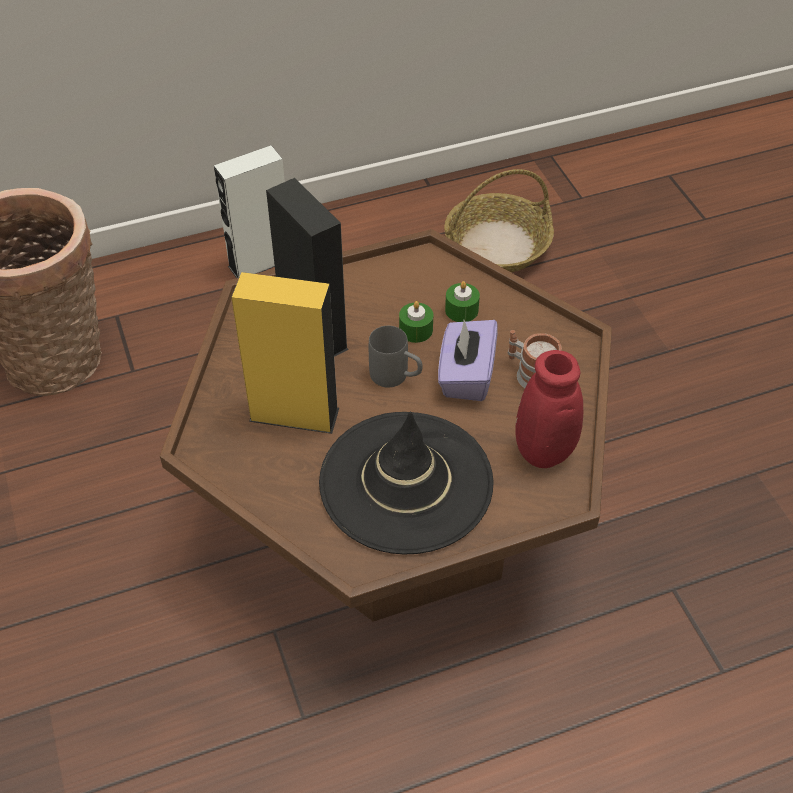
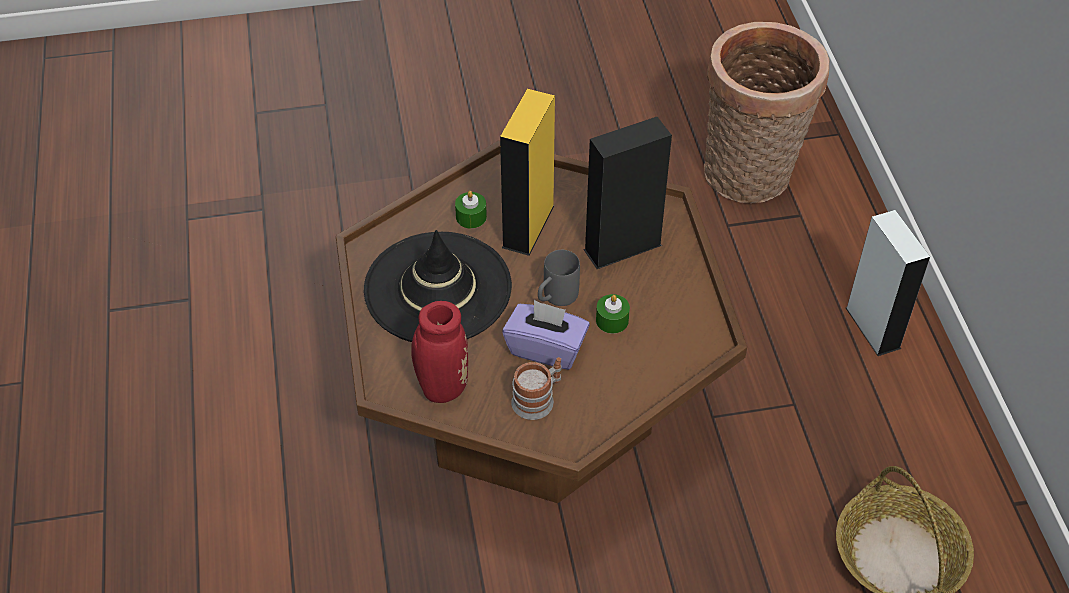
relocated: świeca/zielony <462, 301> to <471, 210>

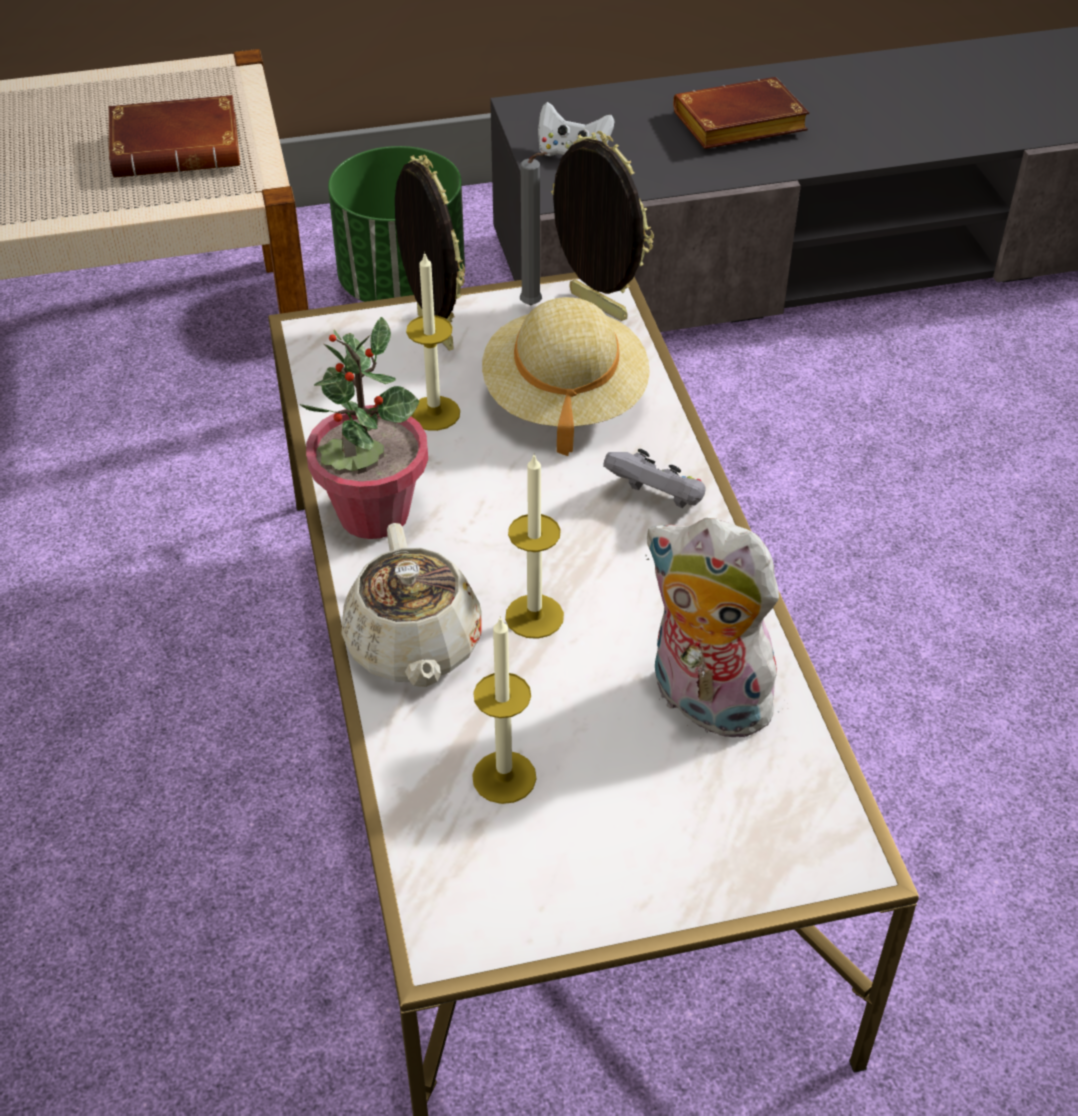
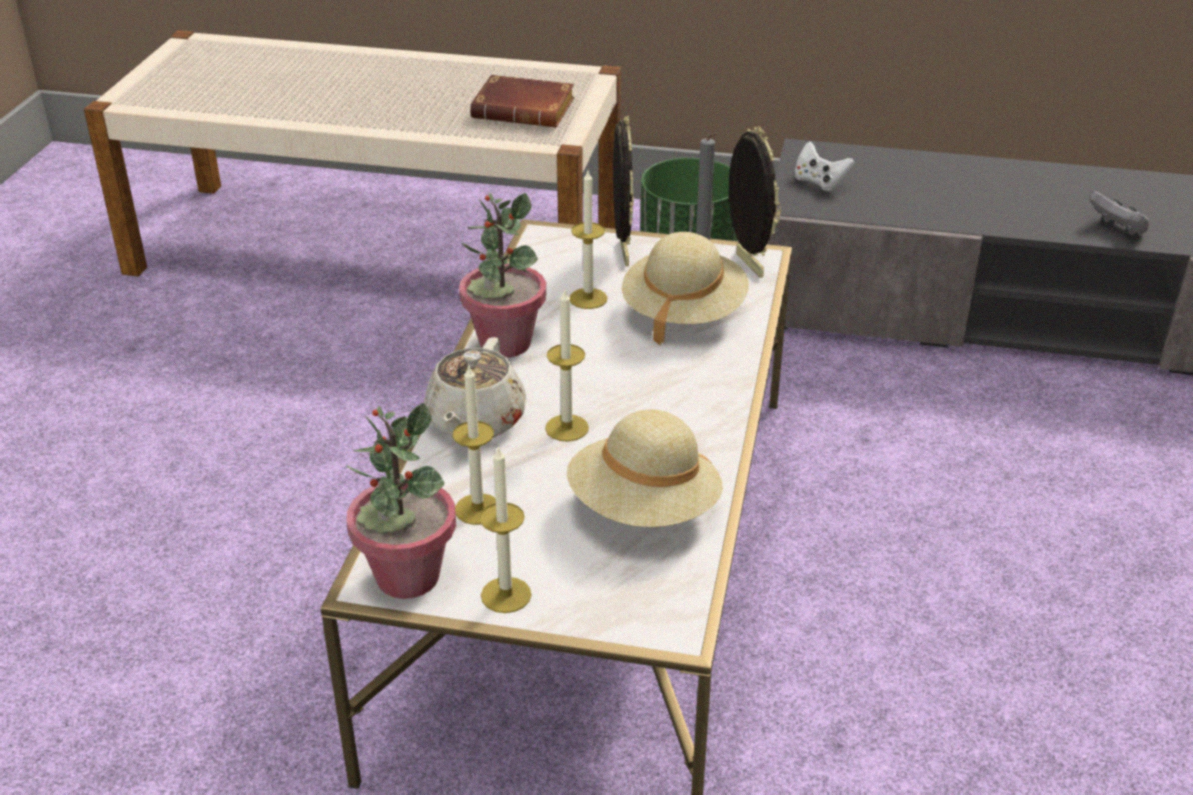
missing: książka/brązowy <741, 113>
appeared: roślina doniczkowa <400, 501>; świeca <506, 529>
relocated: pad do gier/szary <654, 478> to <1119, 213>
exchanged: pluszak <717, 628> to kapelusz/beżowy <645, 468>

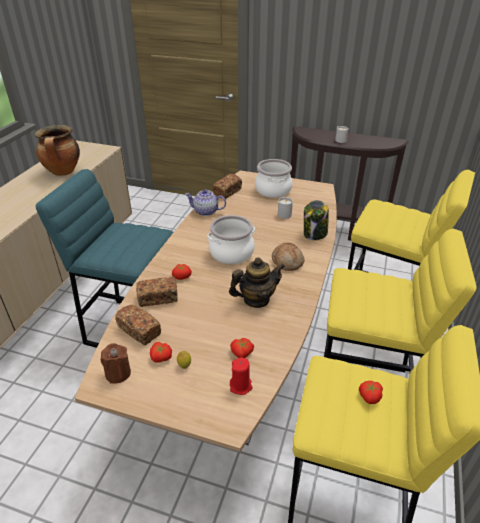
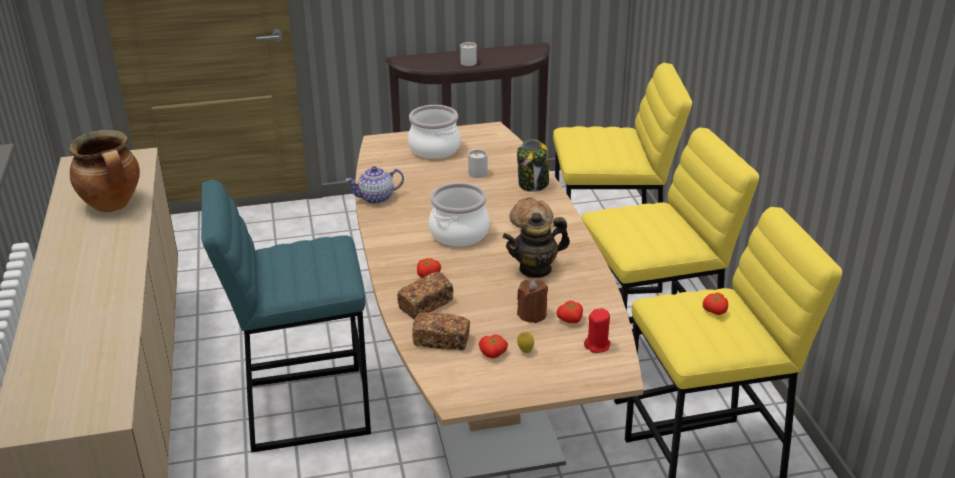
missing: chleb <227, 186>
relocated: świeca/brązowy <115, 363> to <532, 301>
spun: imbryk <257, 282> = <536, 245> 150 degrees counterclockwise

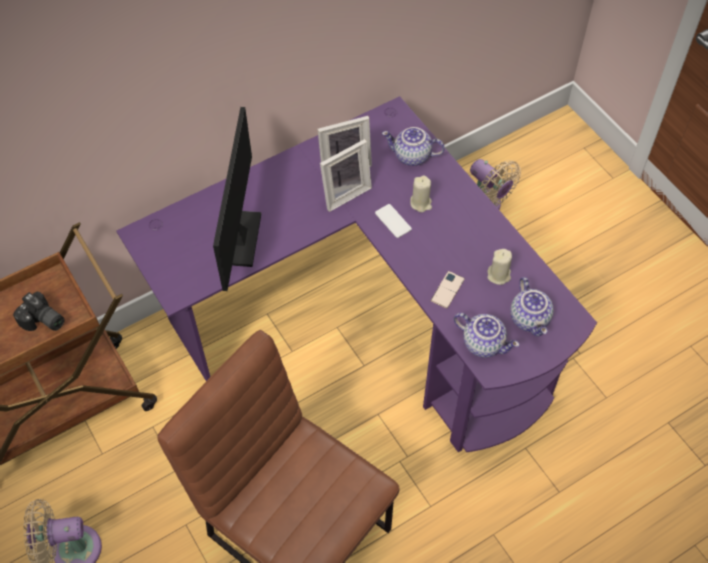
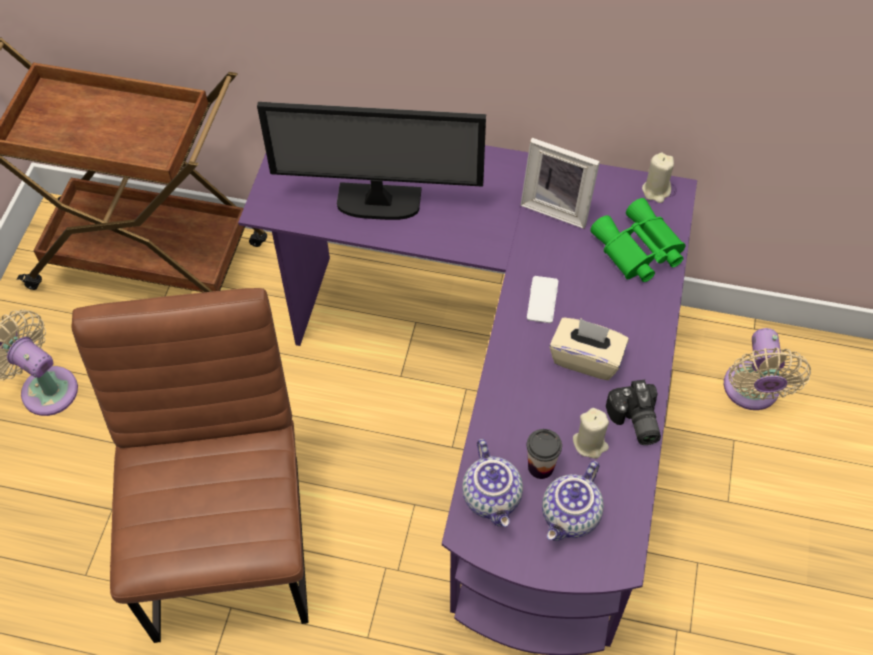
missing: ramka na zdjęcie <346, 175>; telefon <448, 290>
appeared: filiżanka <544, 454>; pudełko chusteczek/beżowy <589, 349>
relocated: aparat fotograficzny <39, 311> to <633, 412>; świeca/beżowy <421, 194> to <658, 178>
exchanged: imbryk <413, 146> to lornetka/zielony <638, 240>
spun: monitor <237, 199> = <371, 161> 135 degrees counterclockwise

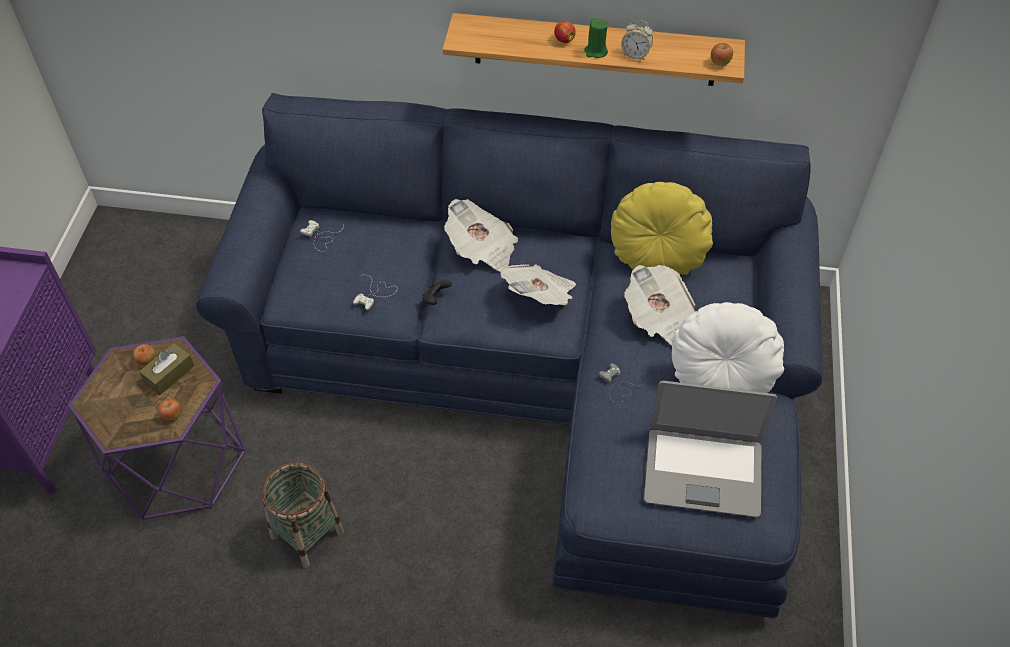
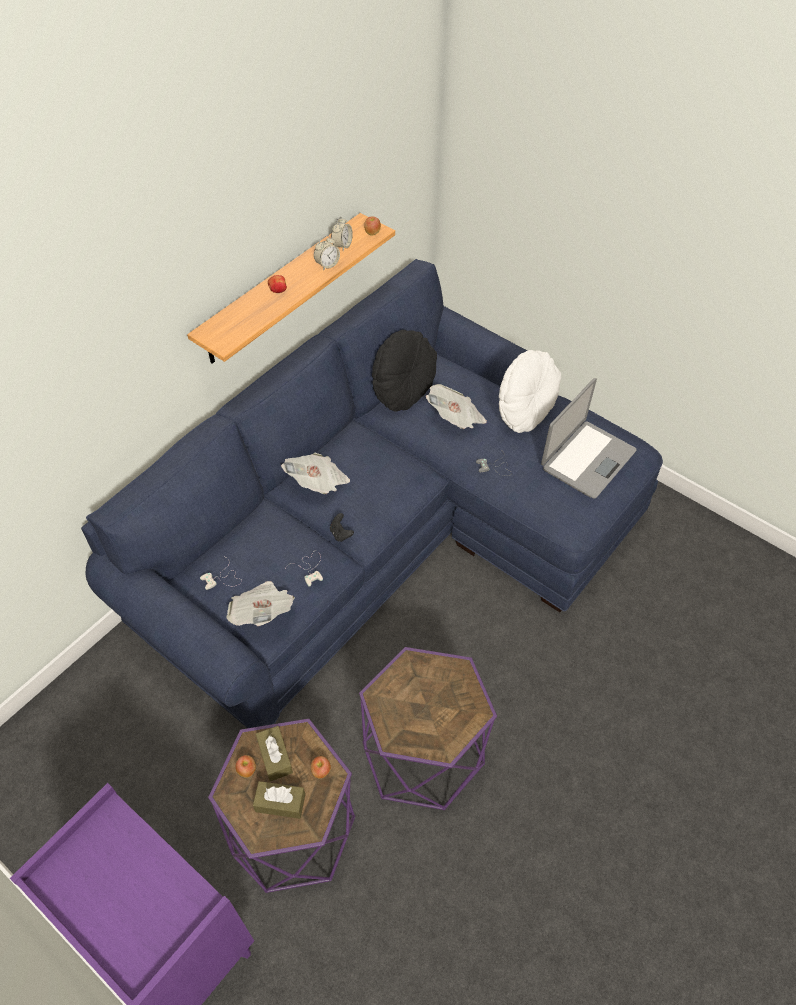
missing: świeca/zielony <596, 38>
appeared: pudełko chusteczek/brązowy <279, 800>; budzik <342, 233>
relocated: gazeta <538, 285> to <260, 603>
exchanged: koszyk <303, 515> to stolik/fioletowy <428, 728>
colour: poduszka/żółty <662, 228> to poduszka/czarny <404, 371>

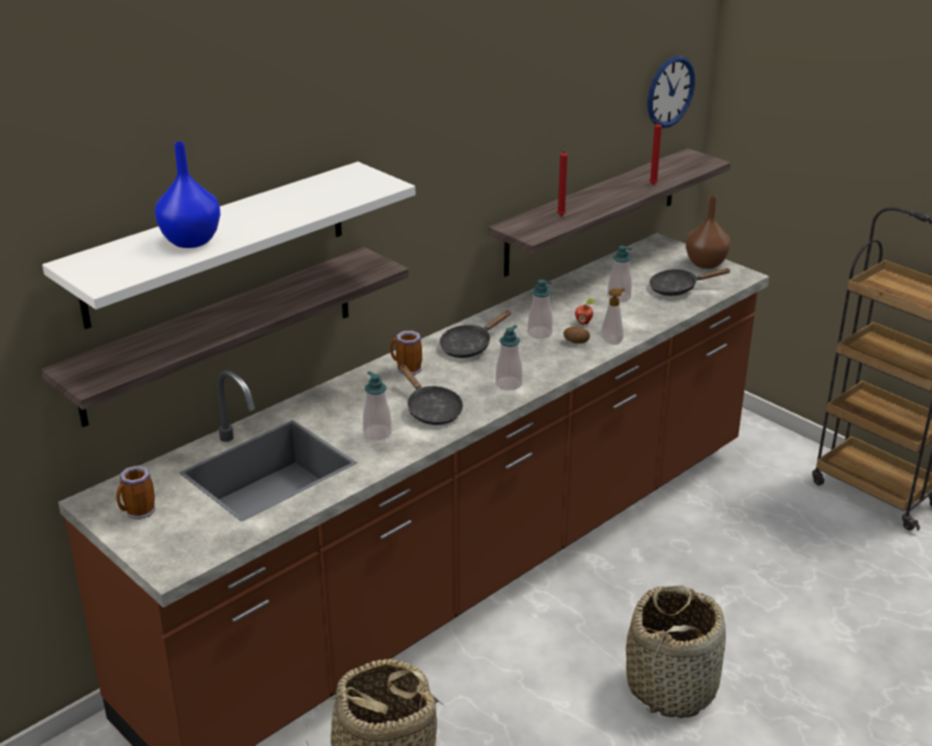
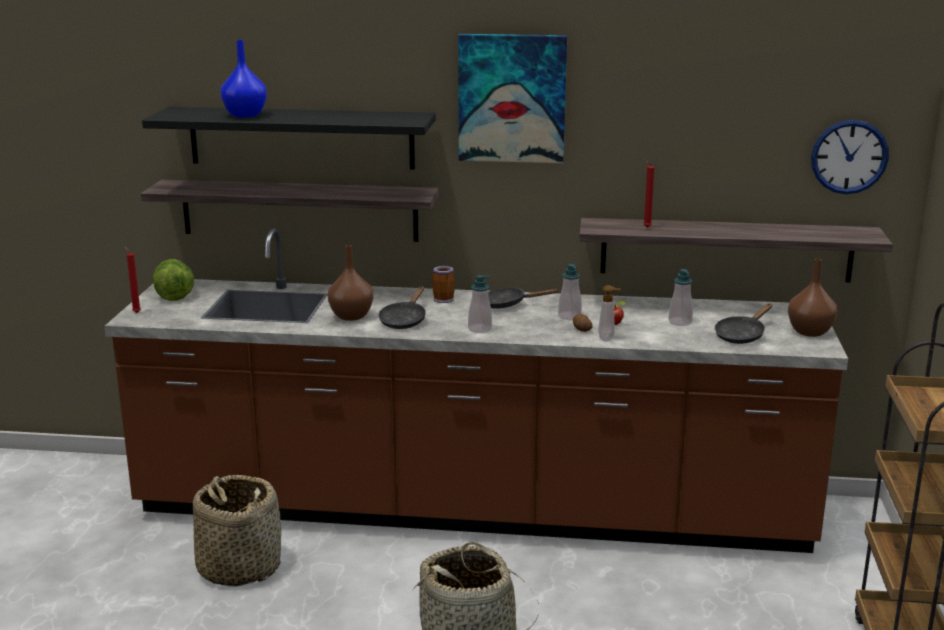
appeared: obraz <512, 98>
relocated: świeca/czerwony <655, 152> to <132, 279>
exchanged: kubek <136, 492> to sałata <173, 280>; dozownik mydła <377, 405> to wazon/brązowy <350, 283>
colour: półka/biały <228, 245> to półka/czarny <289, 138>
spun: patelnia/czarny <689, 282> = <743, 323> 90 degrees counterclockwise

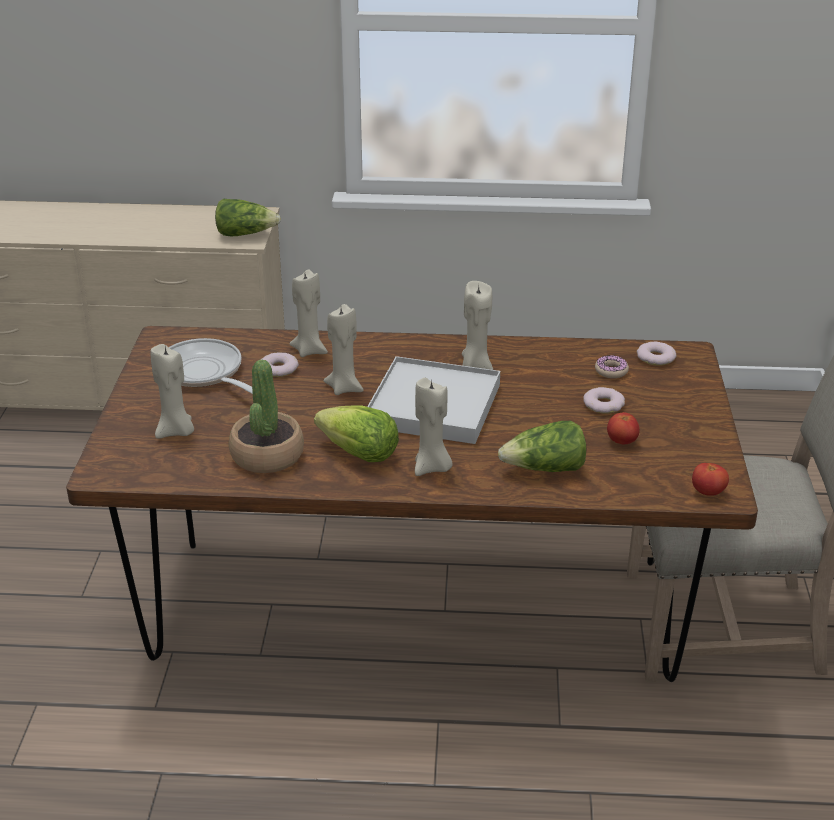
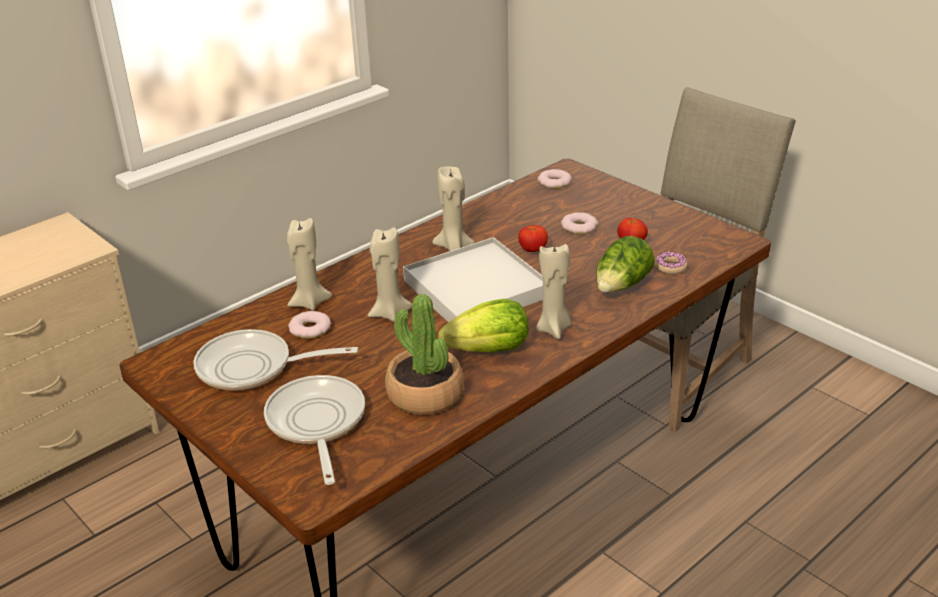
missing: sałata <248, 217>
relocated: pomidor <710, 479> to <533, 238>; donut <612, 366> to <671, 263>
exchanged: świeca/beżowy <172, 391> to patelnia <314, 430>

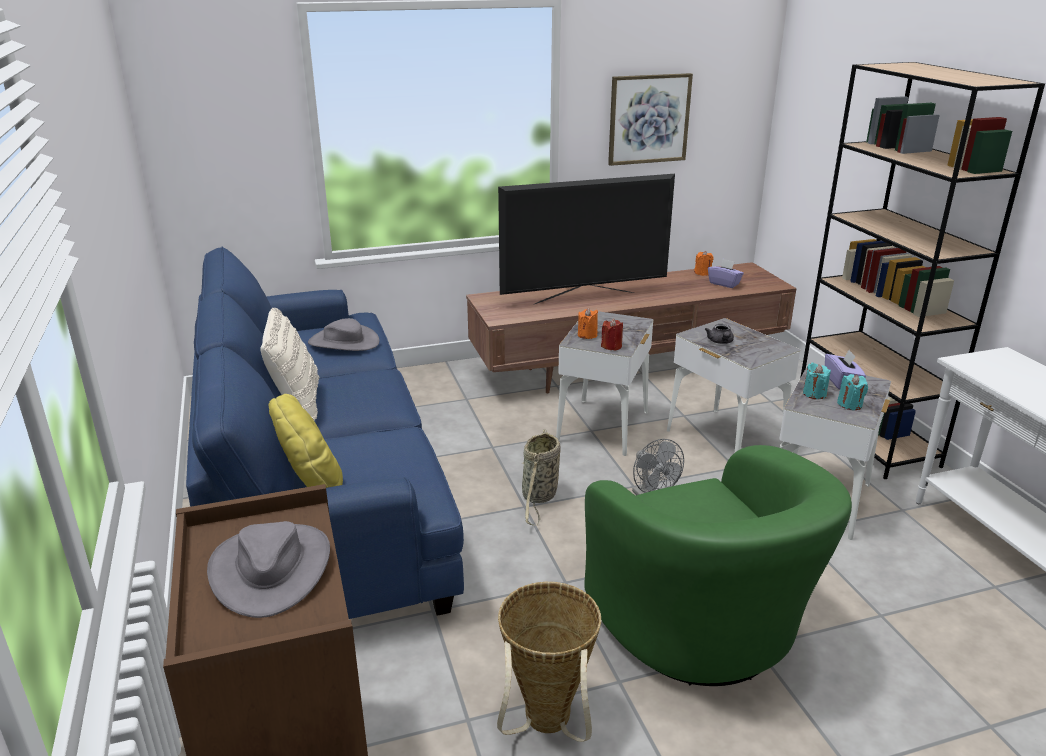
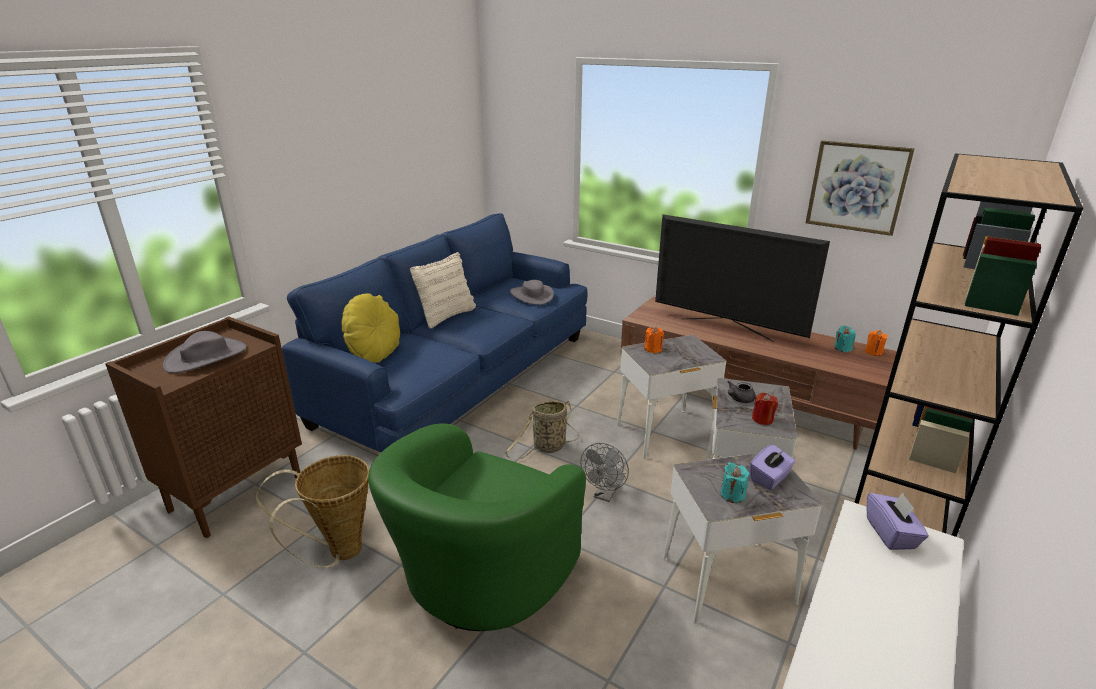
relocated: świeca/czerwony <612, 335> to <765, 408>; świeca/turkusowy <817, 381> to <845, 339>; pudełko chusteczek/fioletowy <726, 273> to <898, 521>

